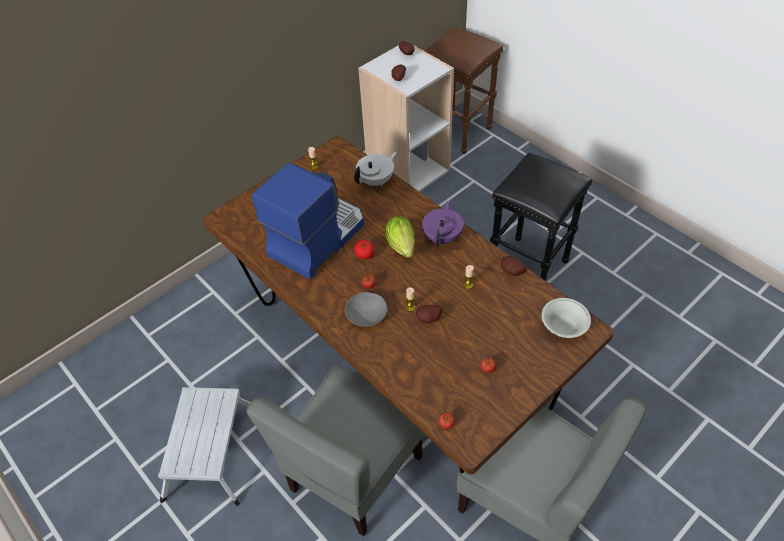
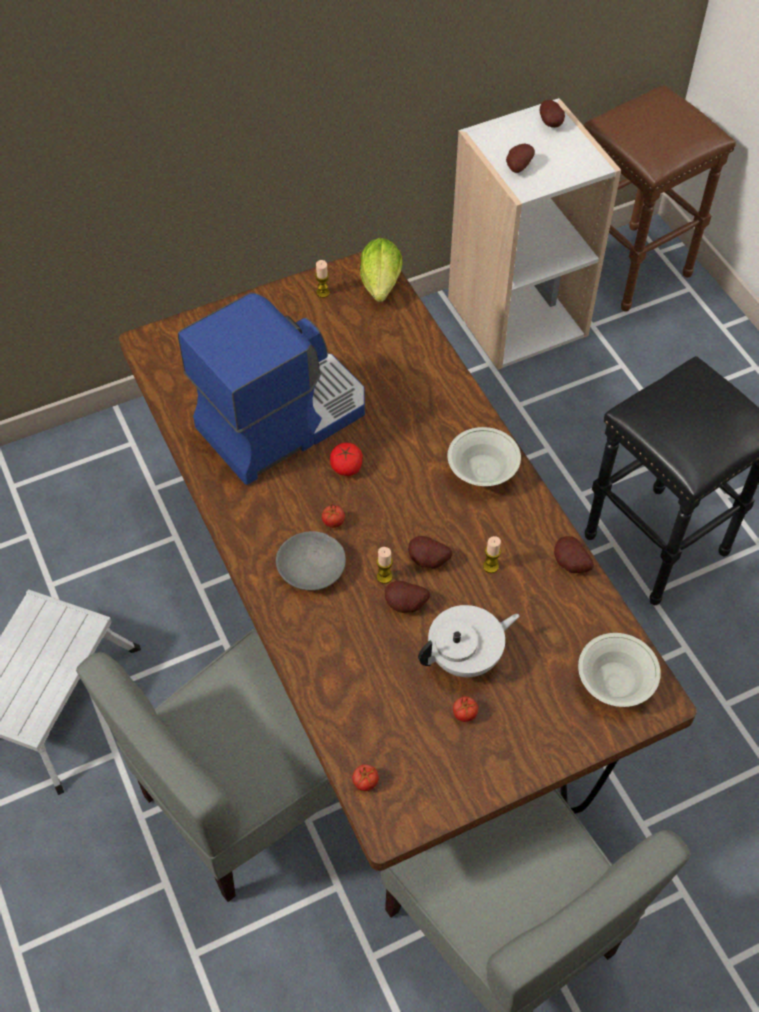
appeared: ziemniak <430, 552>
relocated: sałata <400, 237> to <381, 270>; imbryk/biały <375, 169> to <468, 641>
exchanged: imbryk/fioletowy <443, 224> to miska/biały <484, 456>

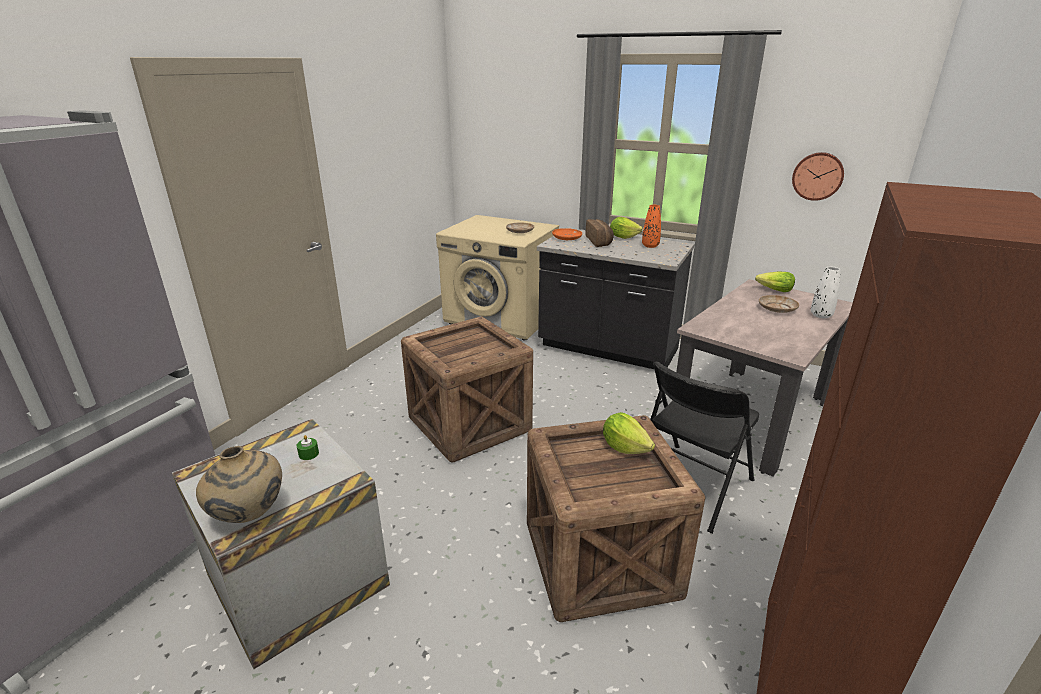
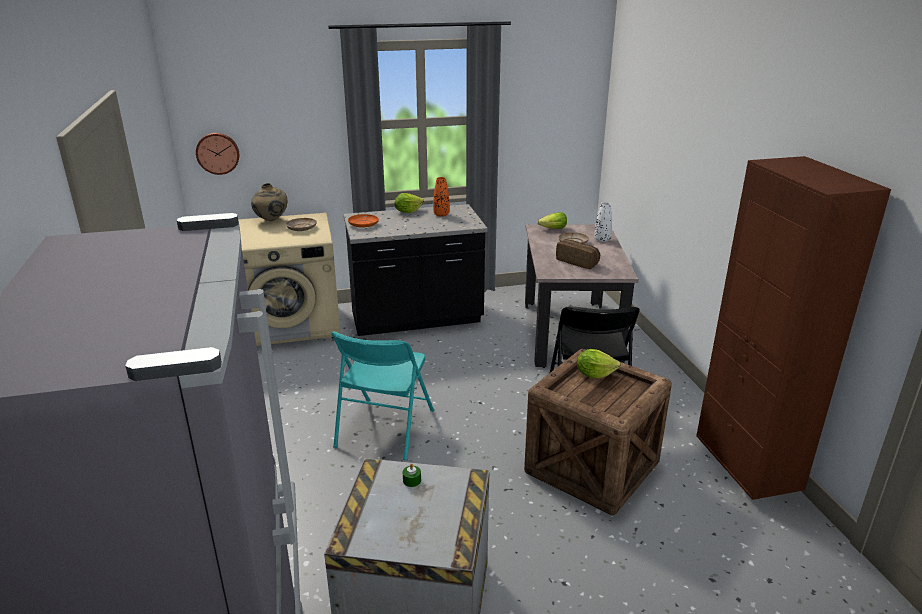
relocated: zegar ścienny <818, 176> to <217, 154>; wazon/beżowy <239, 484> to <269, 202>; chleb <600, 233> to <578, 254>
exchanged: skrzynka <467, 389> to krzesło/turkusowy <383, 396>

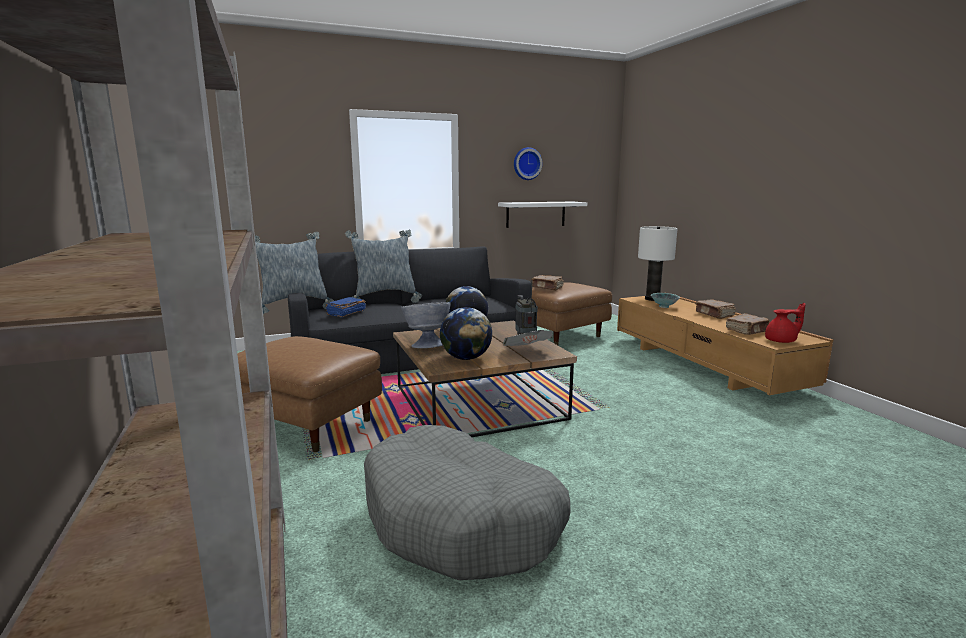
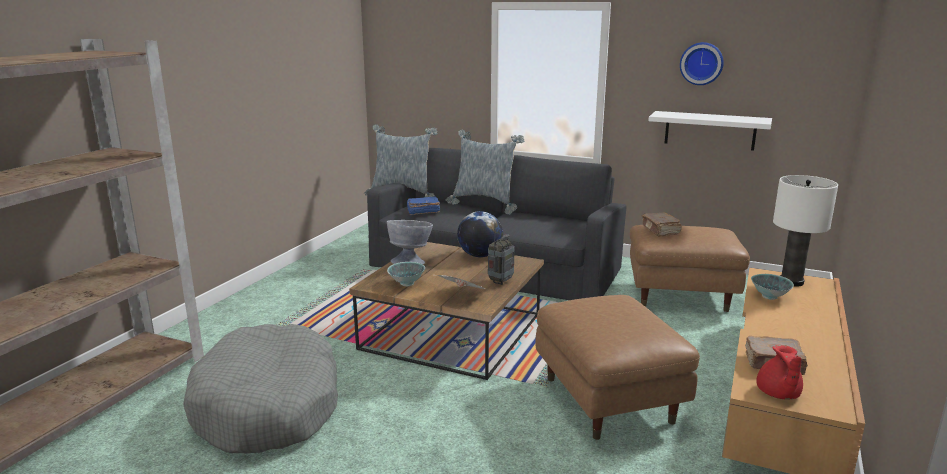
missing: książka/brązowy <715, 309>
relocated: pufa/brązowy <309, 394> to <617, 367>
exchanged: globus <466, 333> to miska <406, 274>
spun: imbryk/czerwony <785, 323> = <779, 372> 60 degrees clockwise

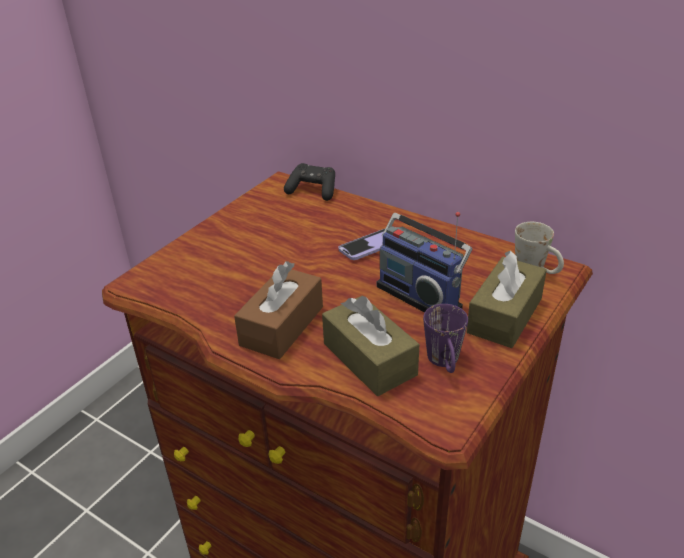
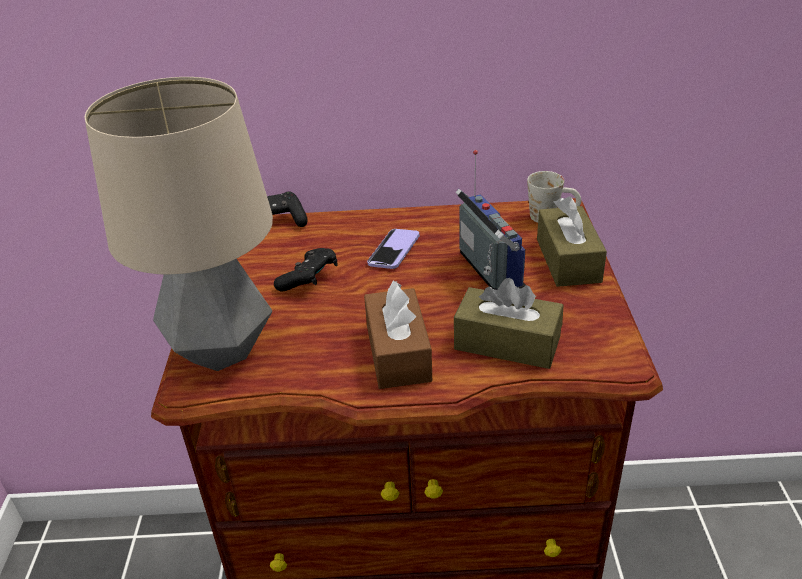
missing: kubek/fioletowy <445, 338>
appeared: lampa stołowa <179, 224>; pad do gier/czarny <306, 269>
spun: radio <424, 262> = <490, 220> 120 degrees counterclockwise

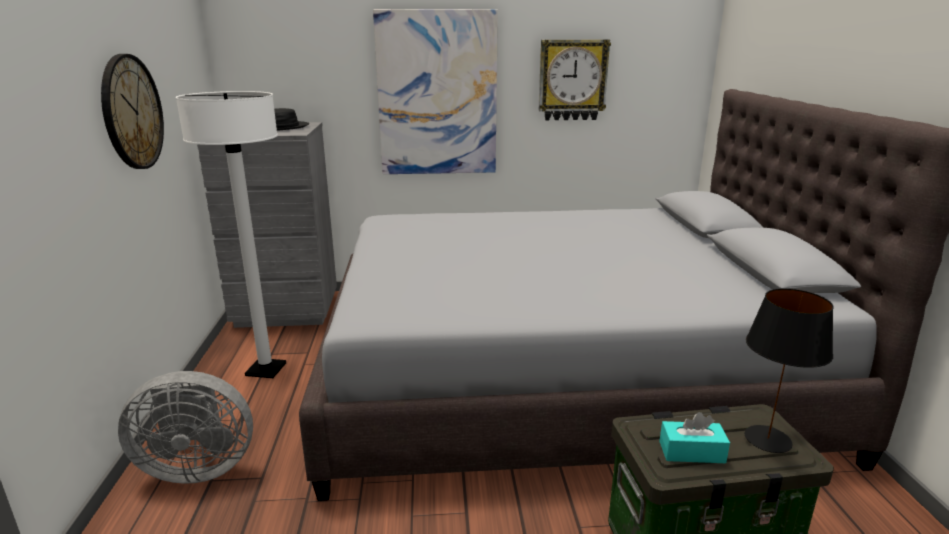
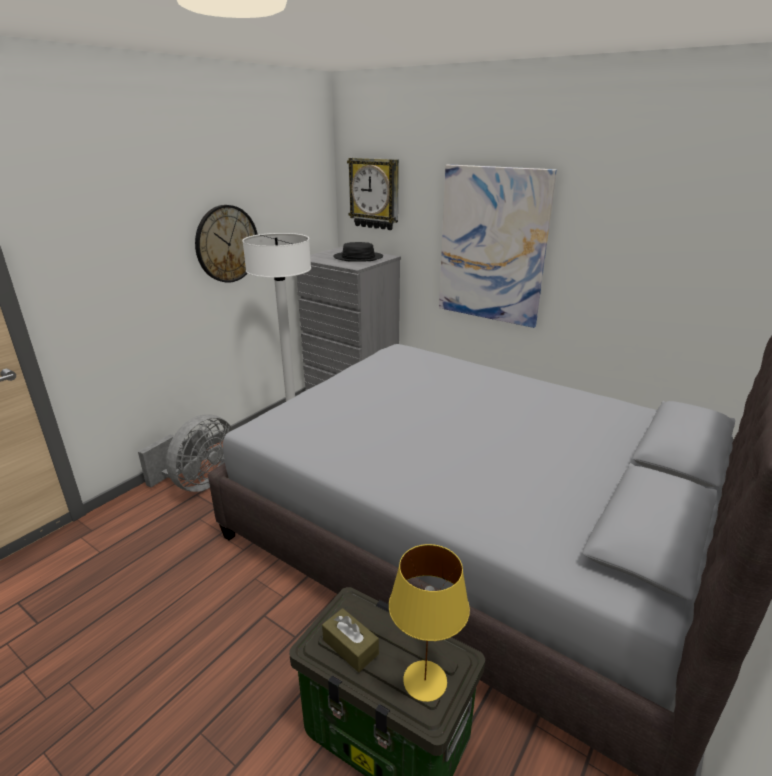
relocated: zegar ścienny <574, 80> to <373, 194>
colour: pudełko chusteczek/turkusowy <694, 437> to pudełko chusteczek/brązowy <350, 640>; lampa stołowa/czarny <789, 370> to lampa stołowa/żółty <429, 623>
spun: wentylator/szary <185, 427> = <185, 453> 90 degrees counterclockwise

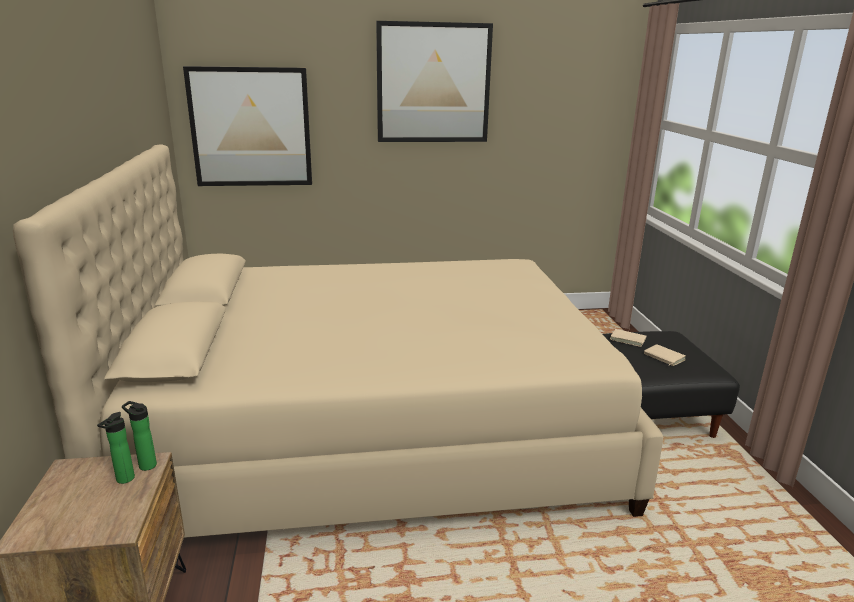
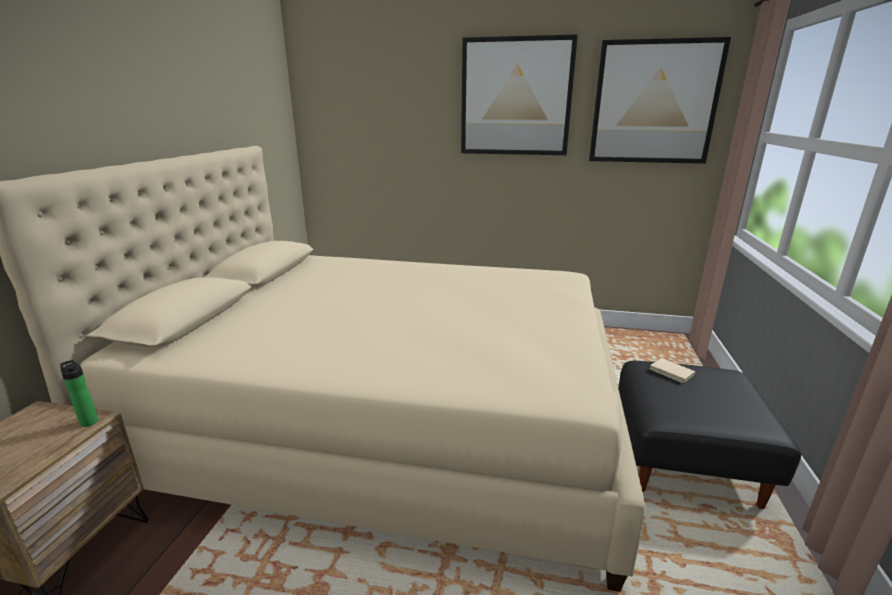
missing: butelka <116, 448>; książka/beżowy <664, 355>
relocated: obraz <247, 126> to <660, 100>

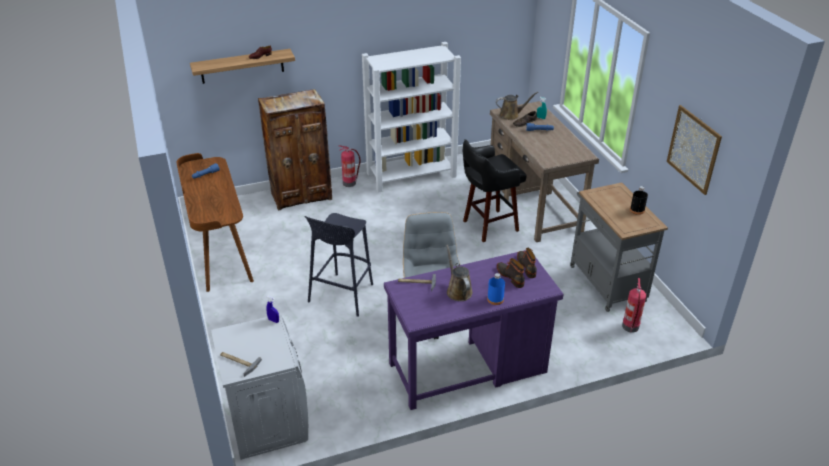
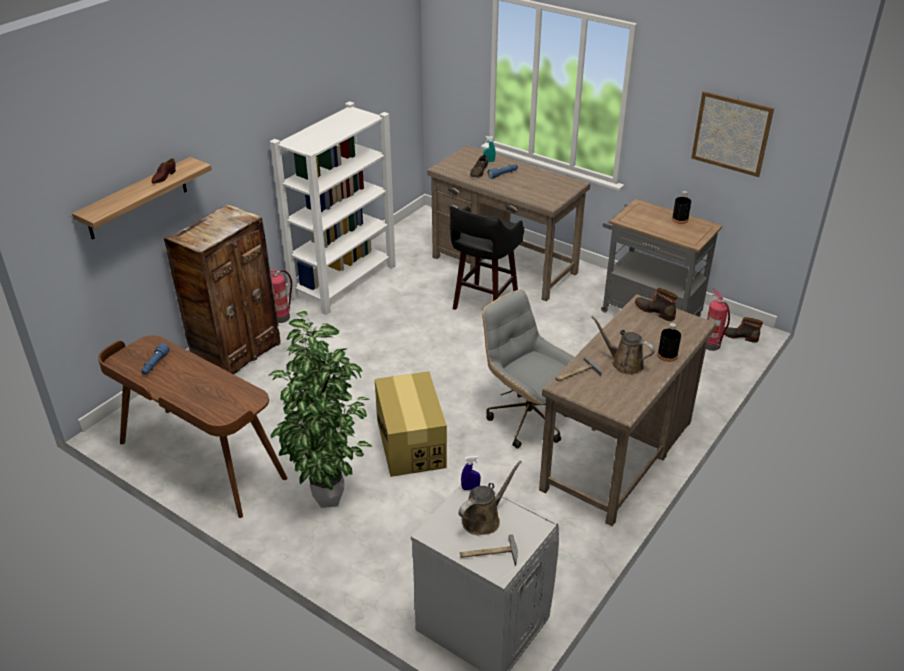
appeared: roślina doniczkowa <320, 409>
relocated: konewka/brązowy <517, 106> to <490, 497>; but z cholewką <511, 273> to <743, 330>
exchanged: stołek/szary <339, 265> to karton <411, 424>
colour: biurko/fioletowy <473, 330> to biurko/brązowy <627, 410>; butelka/niebieski <496, 289> to butelka/czarny <669, 342>

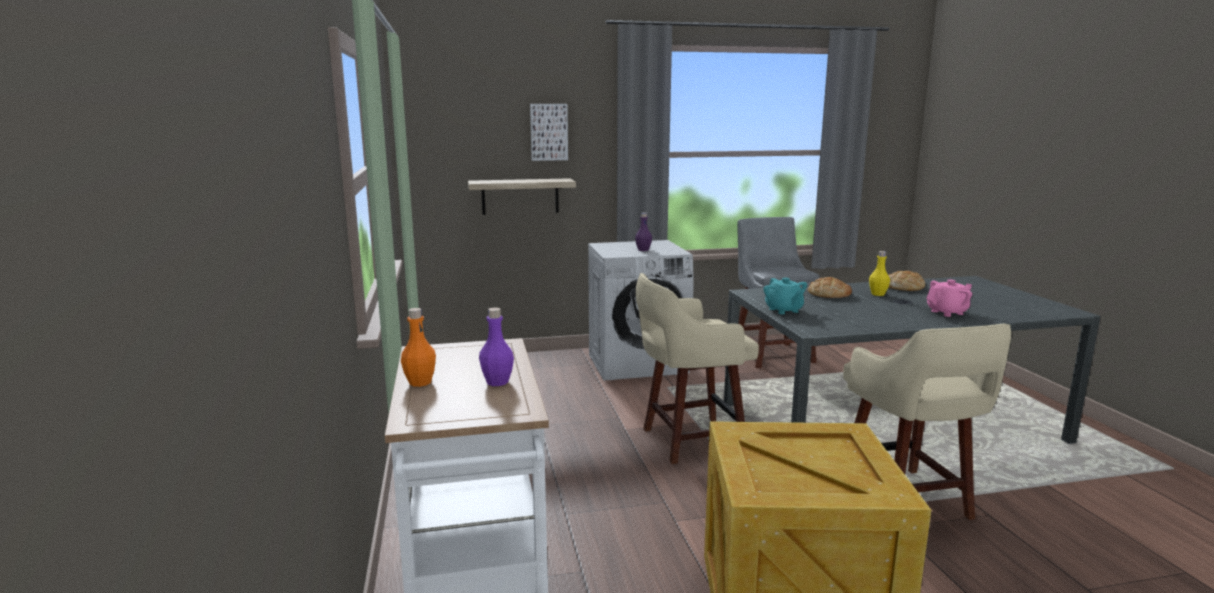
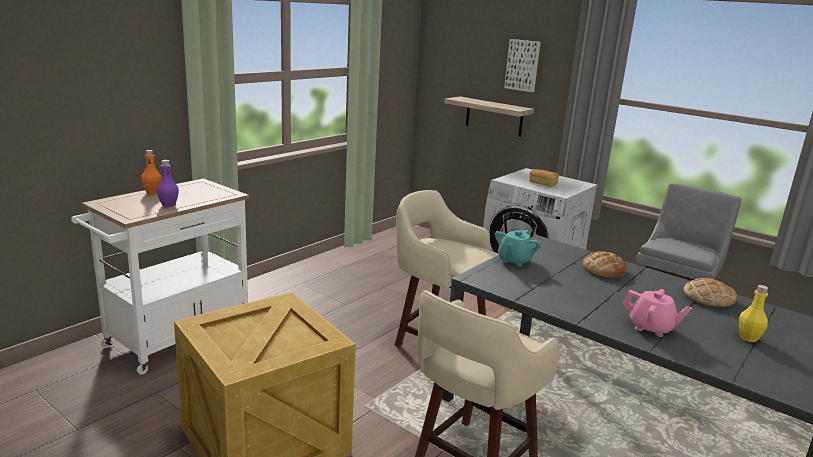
relocated: butelka/żółty <879, 273> to <753, 313>
exchanged: butelka/fioletowy <643, 232> to chleb <544, 178>

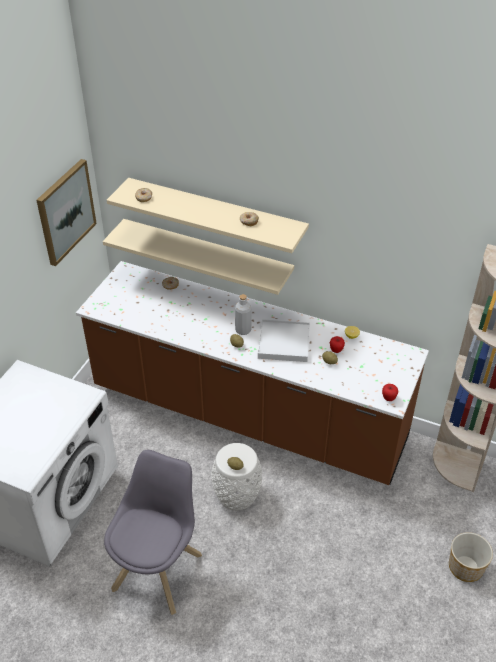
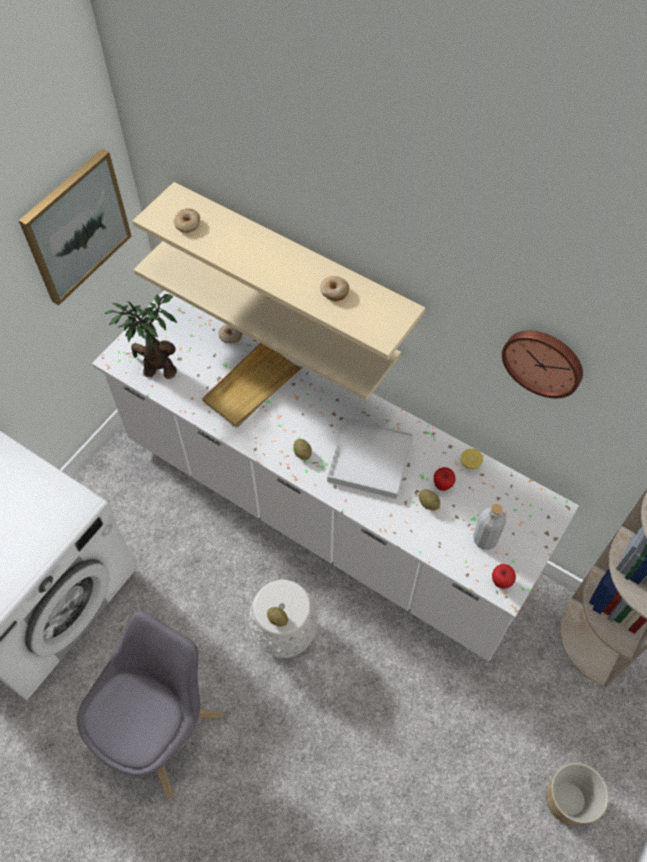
appeared: roślina doniczkowa <141, 336>; taca/beżowy <252, 385>; zegar ścienny <542, 364>
relocated: butelka/szary <243, 314> to <489, 527>
colour: zabudowa kuchenna/brązowy <252, 373> to zabudowa kuchenna/biały <335, 475>

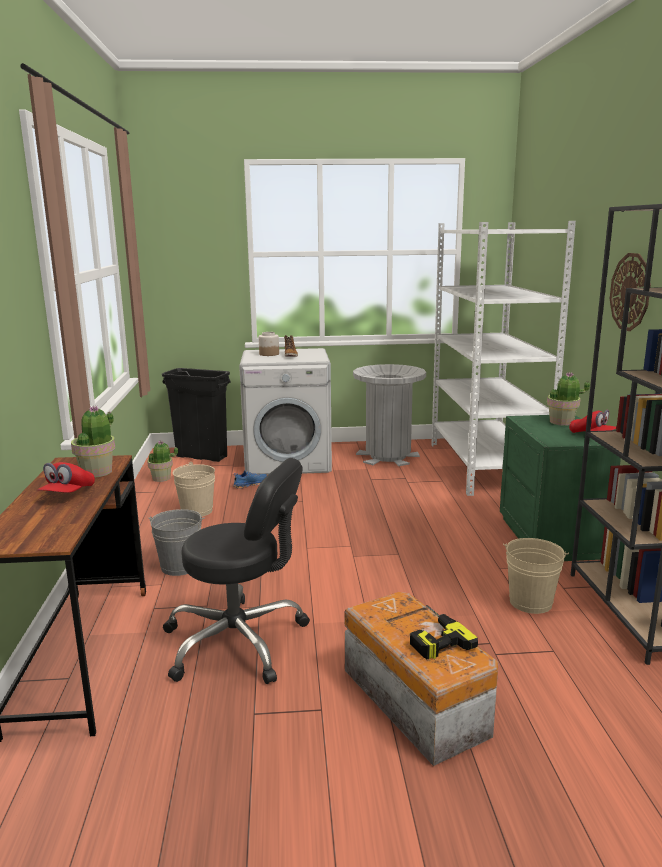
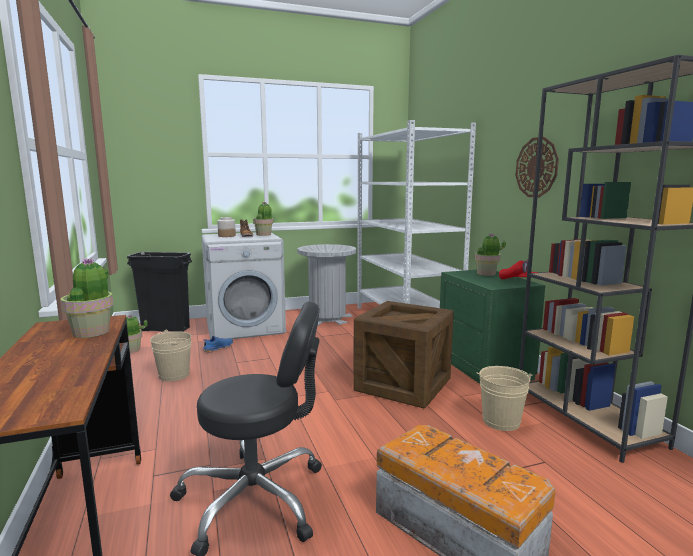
missing: czapka z daszkiem/czerwony <66, 477>; wiadro/szary <177, 542>; wiertarka <444, 632>
appeared: roślina doniczkowa <263, 219>; skrzynka <403, 354>

